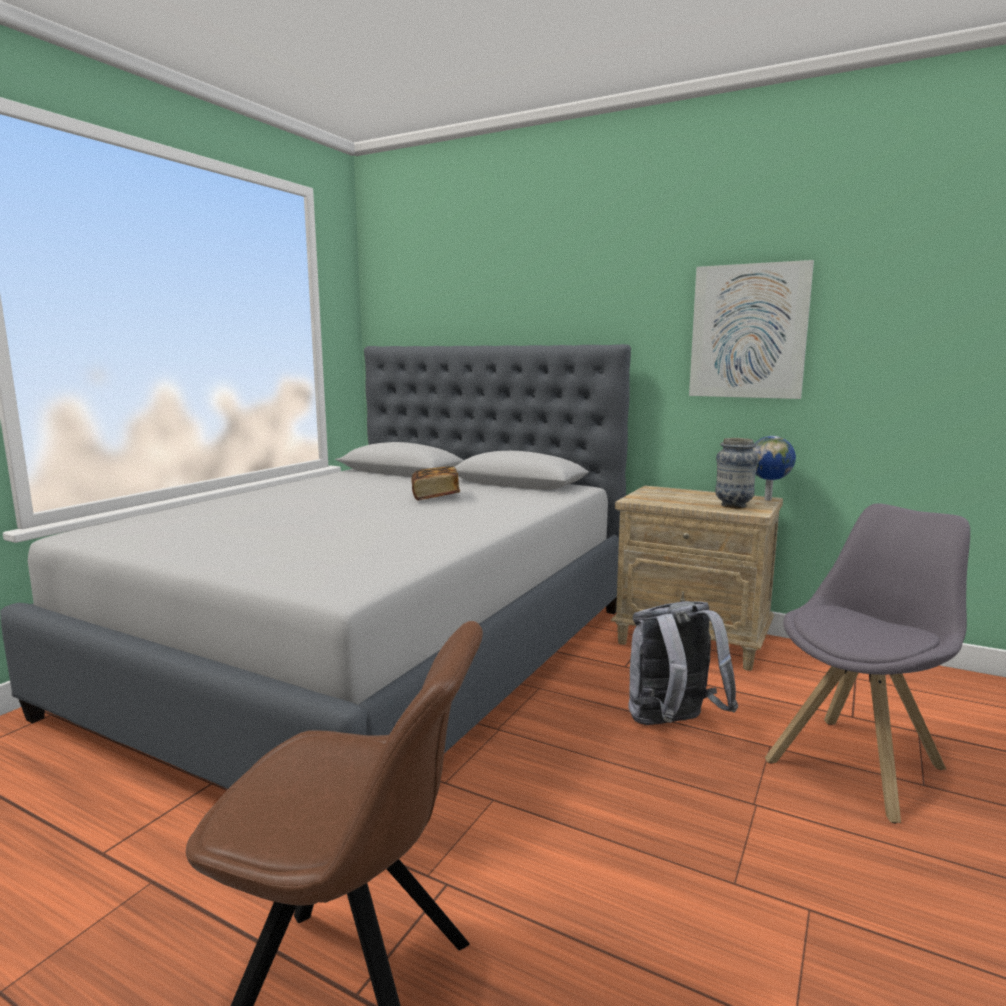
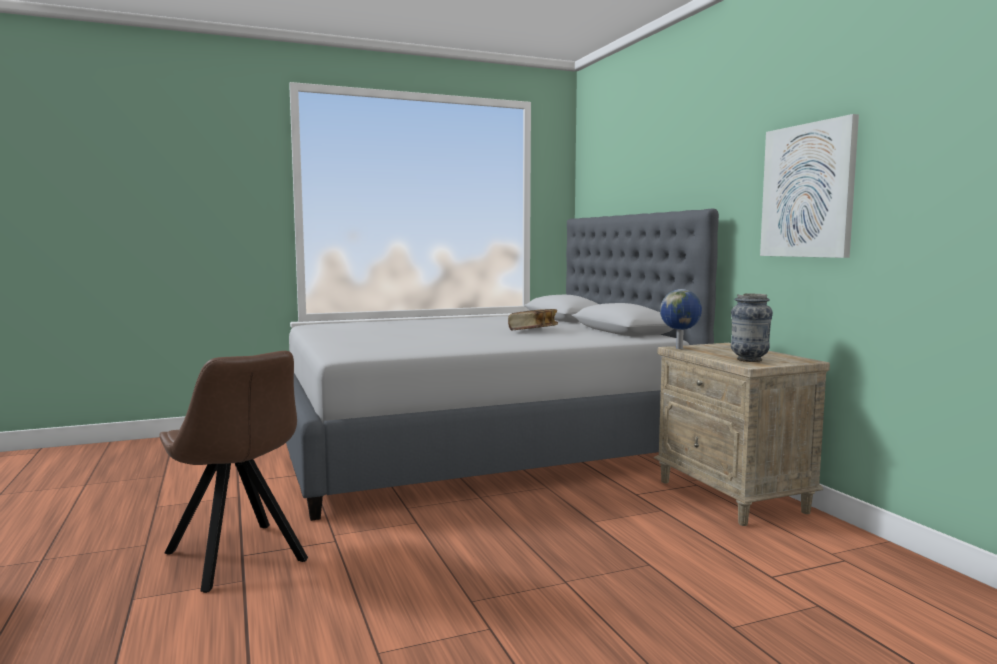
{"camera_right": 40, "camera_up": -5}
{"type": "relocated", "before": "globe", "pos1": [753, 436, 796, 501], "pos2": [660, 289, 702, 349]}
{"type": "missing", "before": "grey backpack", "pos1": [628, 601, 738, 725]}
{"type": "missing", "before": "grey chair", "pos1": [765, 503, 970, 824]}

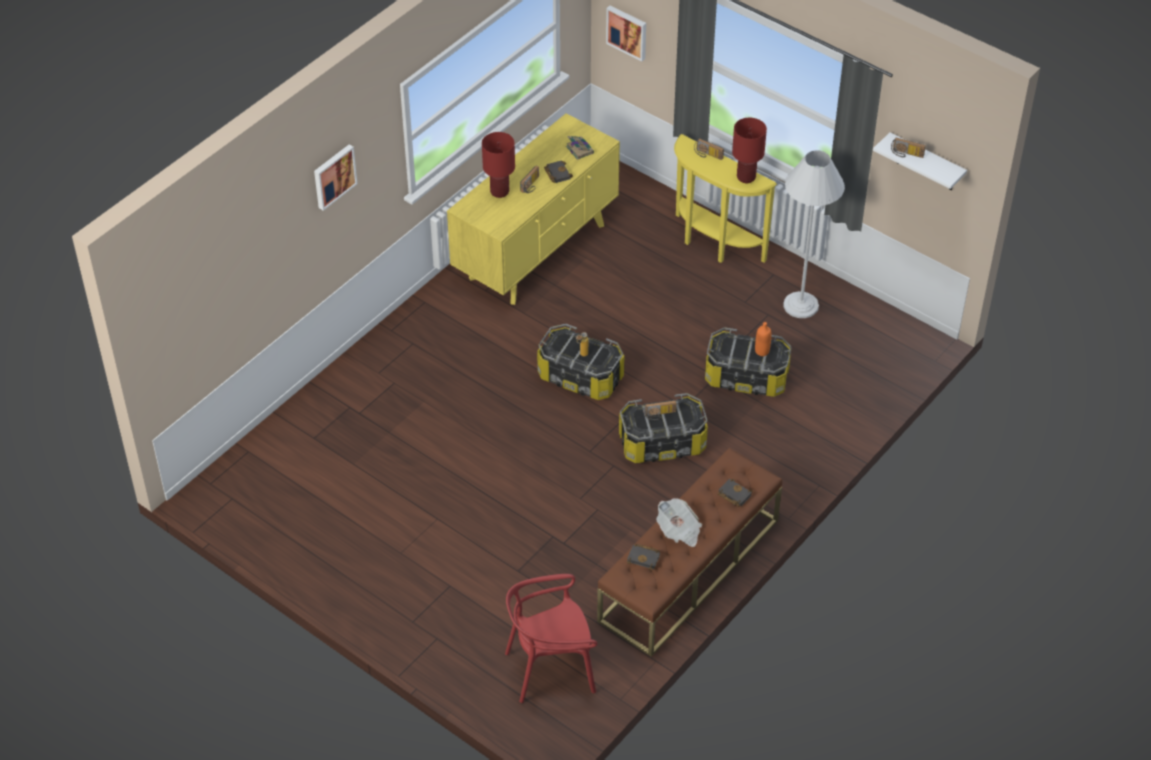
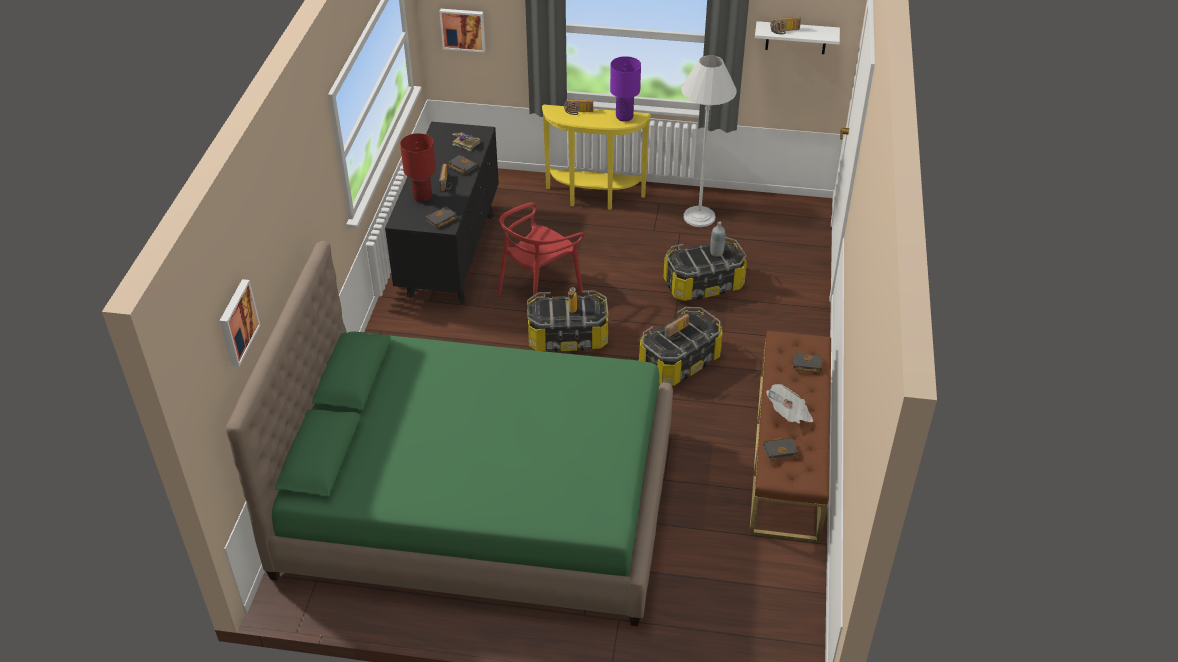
{"camera_right": -30, "camera_up": -5}
{"type": "relocated", "before": "picture", "pos1": [314, 145, 357, 211], "pos2": [220, 279, 260, 367]}
{"type": "appeared", "after": "green bed", "pos2": [225, 241, 673, 626]}
{"type": "colour", "before": "yellow dresser", "after": "black dresser", "pos1": [447, 113, 620, 305], "pos2": [385, 122, 499, 304]}
{"type": "appeared", "after": "black book", "pos2": [425, 206, 458, 228]}
{"type": "relocated", "before": "red chair", "pos1": [505, 574, 598, 703], "pos2": [497, 202, 585, 299]}
{"type": "colour", "before": "red table lamp", "after": "purple table lamp", "pos1": [732, 118, 767, 184], "pos2": [610, 56, 641, 122]}
{"type": "colour", "before": "orange bottle", "after": "grey bottle", "pos1": [755, 322, 771, 356], "pos2": [710, 221, 725, 257]}

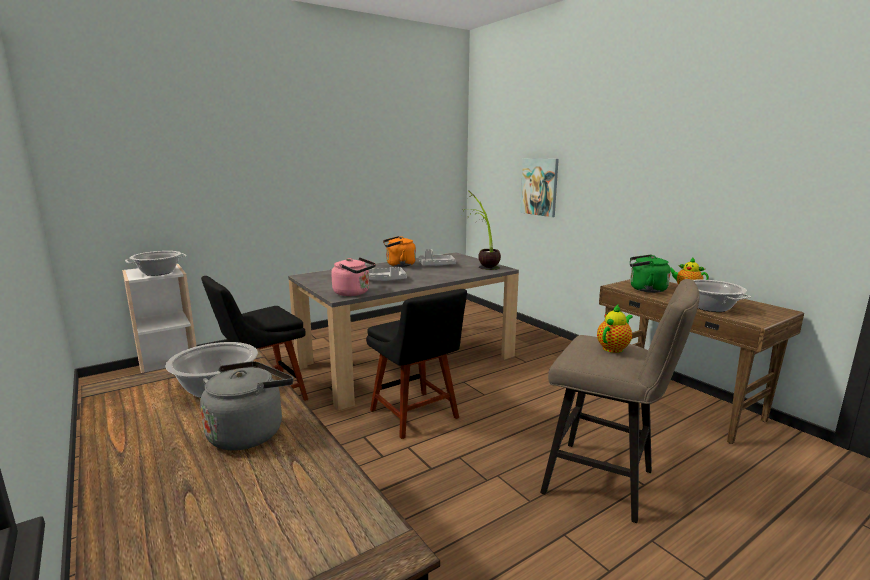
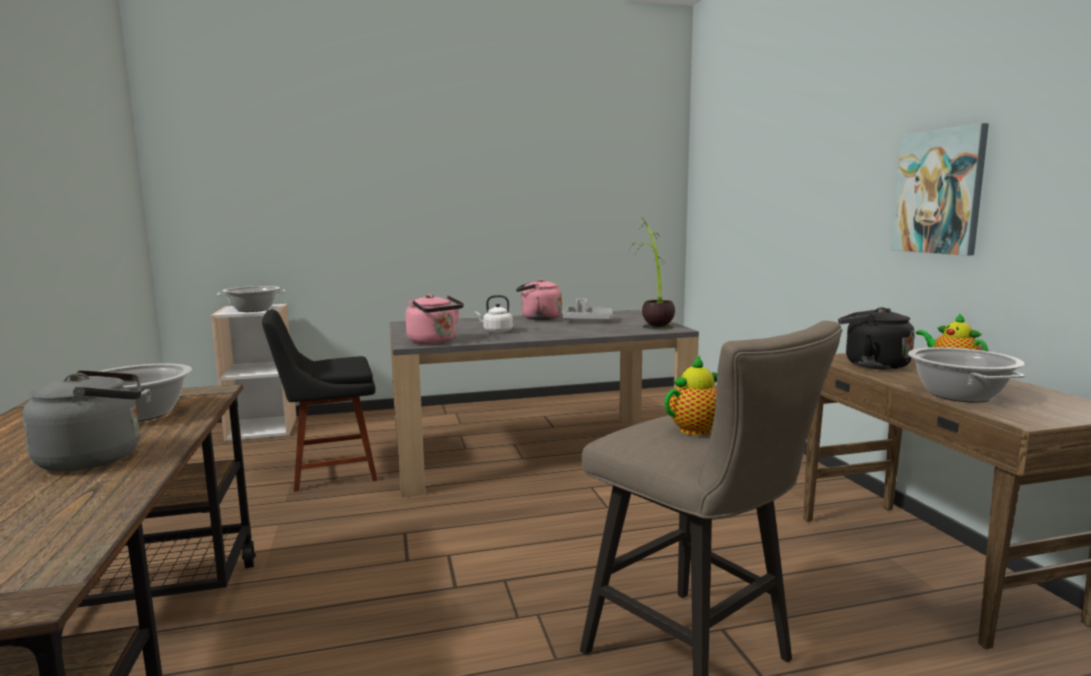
{"camera_right": 20, "camera_up": -5}
{"type": "exchanged", "before": "grey tray", "after": "white kettle", "pos1": [369, 267, 407, 281], "pos2": [475, 295, 513, 333]}
{"type": "colour", "before": "orange kettle", "after": "pink kettle", "pos1": [383, 236, 416, 267], "pos2": [516, 279, 562, 320]}
{"type": "colour", "before": "green kettle", "after": "black kettle", "pos1": [630, 255, 671, 293], "pos2": [838, 307, 915, 370]}
{"type": "relocated", "before": "picture", "pos1": [520, 158, 559, 217], "pos2": [891, 123, 989, 256]}
{"type": "missing", "before": "black chair", "pos1": [366, 289, 467, 439]}

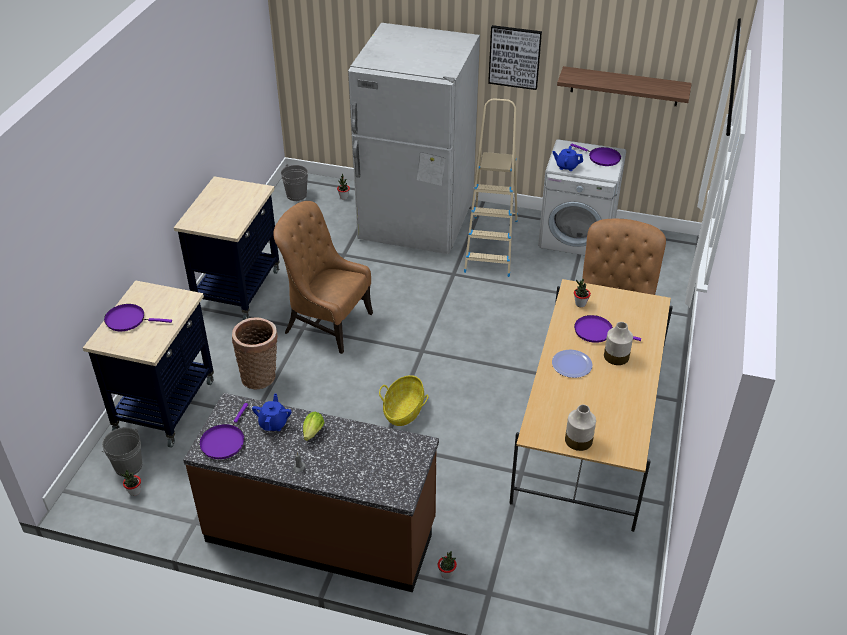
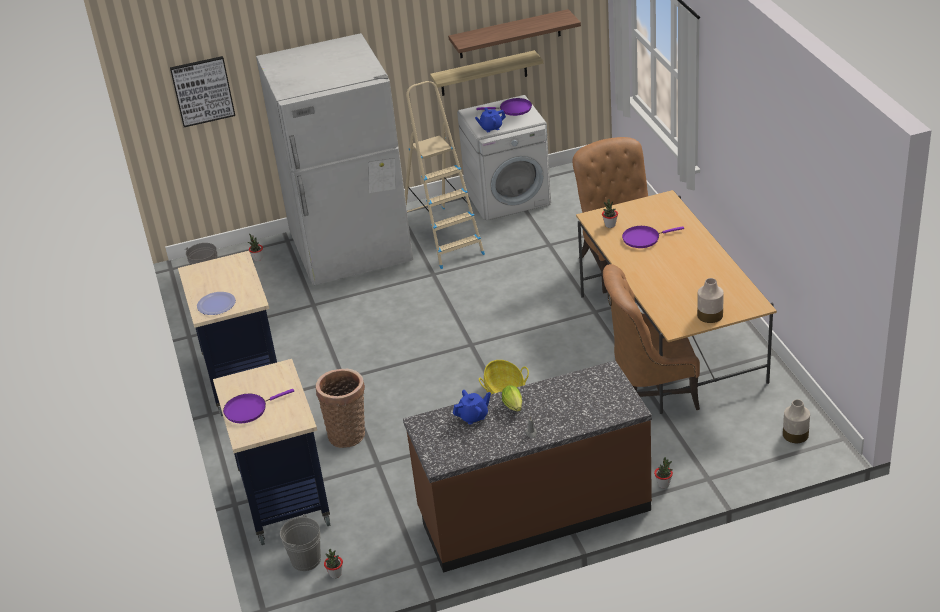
{"camera_right": -30, "camera_up": -5}
{"type": "relocated", "before": "picture", "pos1": [488, 25, 542, 90], "pos2": [170, 56, 235, 127]}
{"type": "relocated", "before": "plate", "pos1": [552, 350, 592, 378], "pos2": [197, 292, 236, 315]}
{"type": "appeared", "after": "shelf", "pos2": [430, 50, 543, 96]}
{"type": "spun", "before": "blue teapot", "pos1": [252, 394, 292, 431], "pos2": [453, 390, 491, 425], "turn": 90}
{"type": "relocated", "before": "brown chair", "pos1": [273, 201, 373, 354], "pos2": [603, 264, 700, 410]}
{"type": "relocated", "before": "beige vase", "pos1": [604, 322, 633, 365], "pos2": [783, 399, 810, 443]}
{"type": "missing", "before": "purple frying pan", "pos1": [199, 403, 248, 459]}

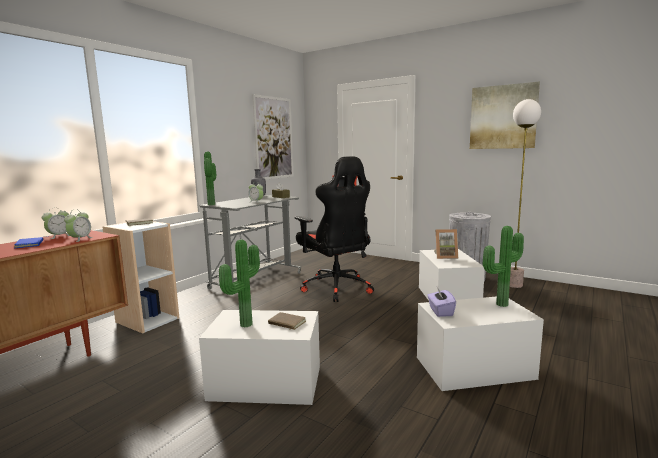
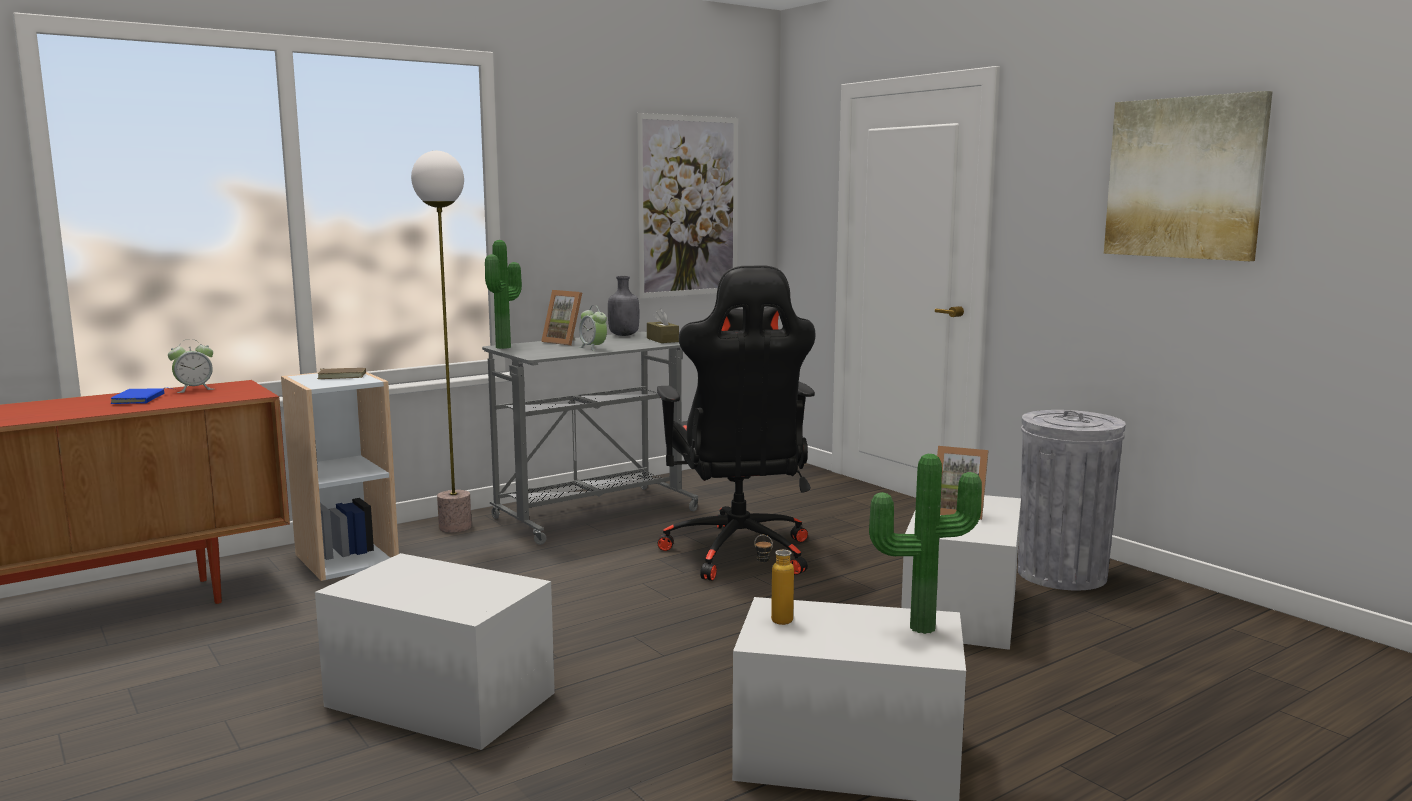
{"camera_right": 20, "camera_up": 0}
{"type": "relocated", "before": "floor lamp", "pos1": [510, 99, 541, 288], "pos2": [411, 151, 472, 532]}
{"type": "appeared", "after": "picture frame", "pos2": [541, 290, 582, 346]}
{"type": "exchanged", "before": "purple tissue box", "after": "bottle", "pos1": [427, 287, 456, 317], "pos2": [755, 535, 794, 625]}
{"type": "missing", "before": "alarm clock", "pos1": [64, 209, 93, 242]}
{"type": "missing", "before": "potted plant", "pos1": [219, 239, 260, 328]}
{"type": "missing", "before": "brown book", "pos1": [268, 312, 306, 330]}

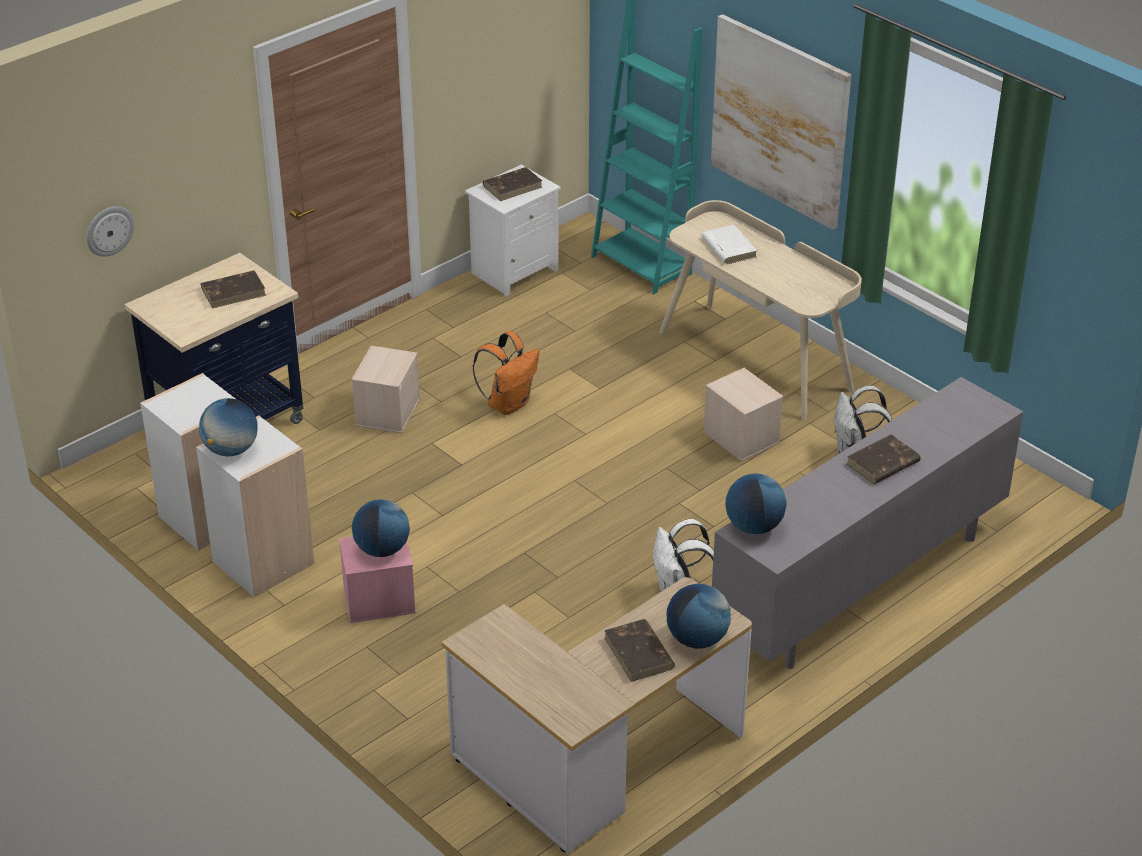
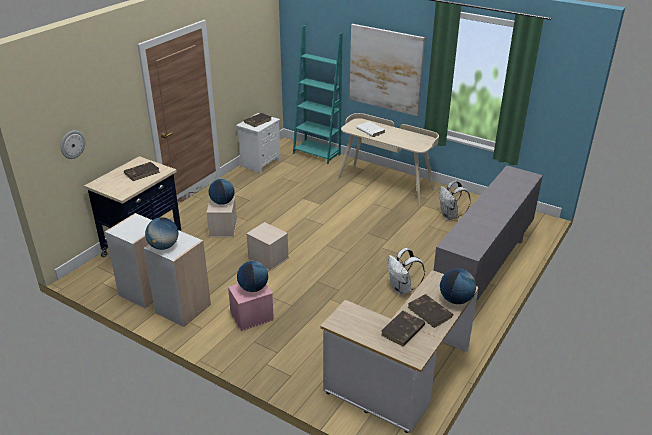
{"camera_right": -15, "camera_up": -5}
{"type": "relocated", "before": "globe", "pos1": [725, 473, 786, 534], "pos2": [208, 179, 235, 205]}
{"type": "relocated", "before": "beige storage box", "pos1": [703, 368, 783, 461], "pos2": [246, 222, 289, 271]}
{"type": "relocated", "before": "brown book", "pos1": [847, 434, 921, 484], "pos2": [381, 311, 425, 346]}
{"type": "missing", "before": "orange backpack", "pos1": [473, 331, 539, 415]}

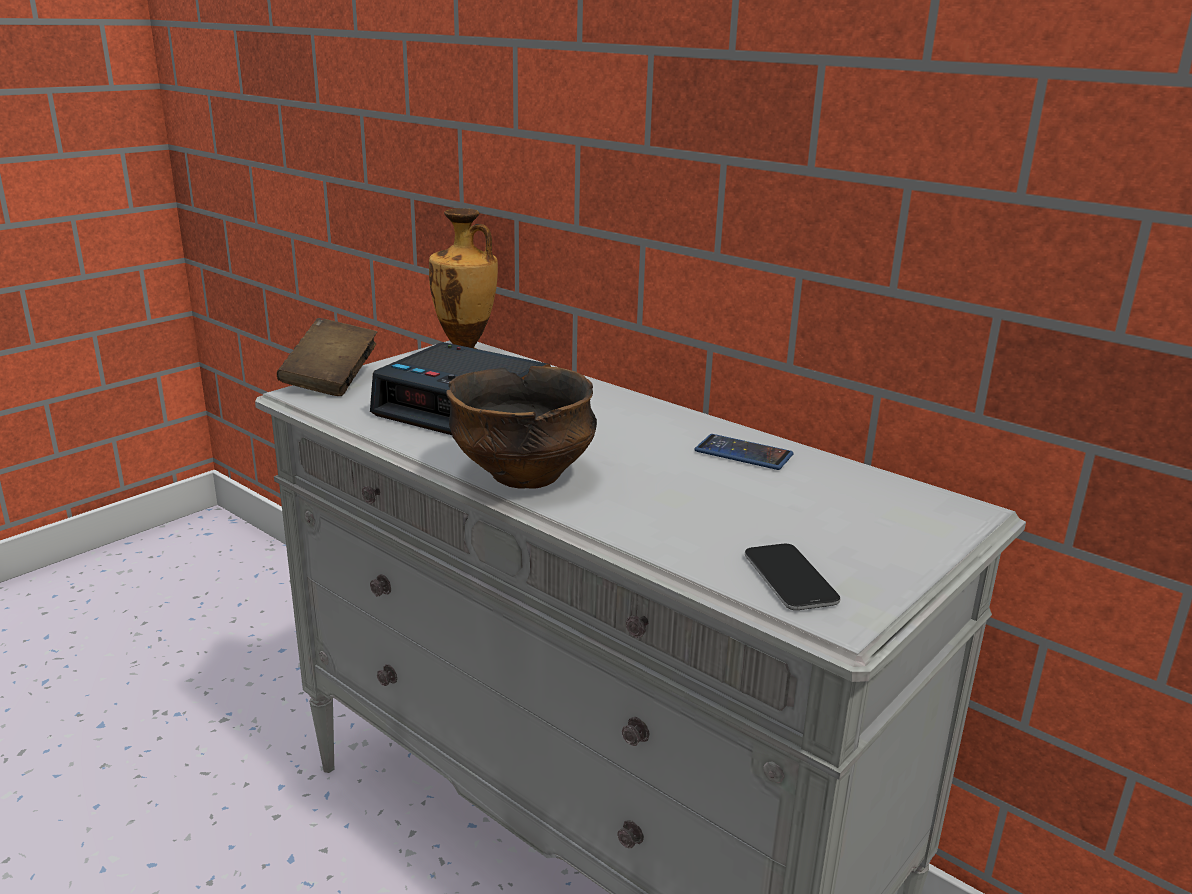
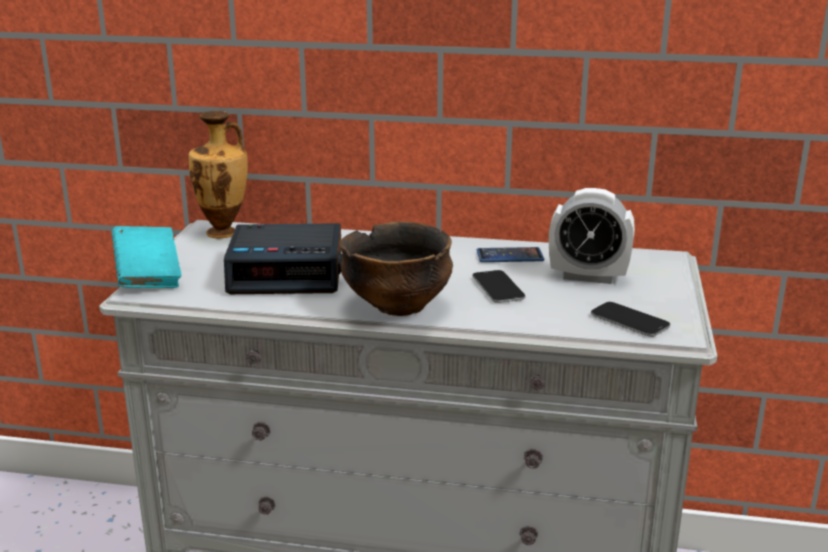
{"camera_right": -30, "camera_up": 0}
{"type": "colour", "before": "brown book", "after": "turquoise book", "pos1": [277, 318, 377, 396], "pos2": [112, 226, 181, 288]}
{"type": "appeared", "after": "phone", "pos2": [472, 270, 525, 303]}
{"type": "appeared", "after": "alarm clock", "pos2": [549, 188, 635, 284]}

